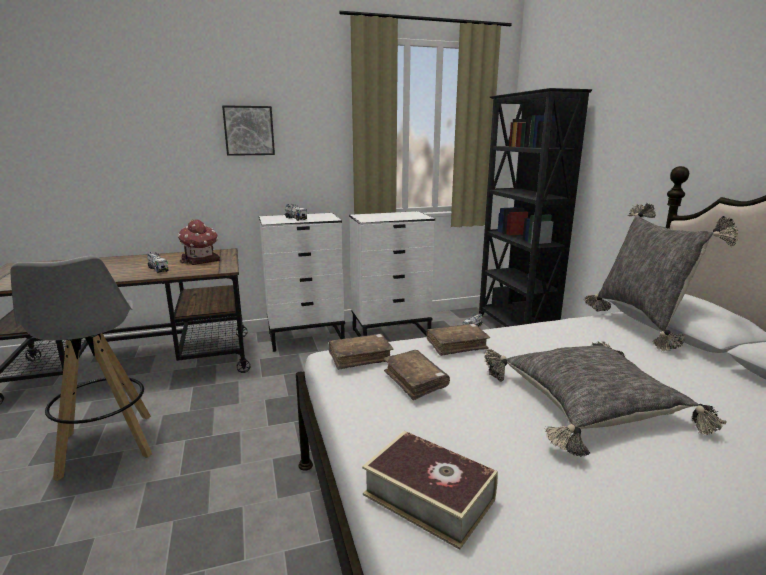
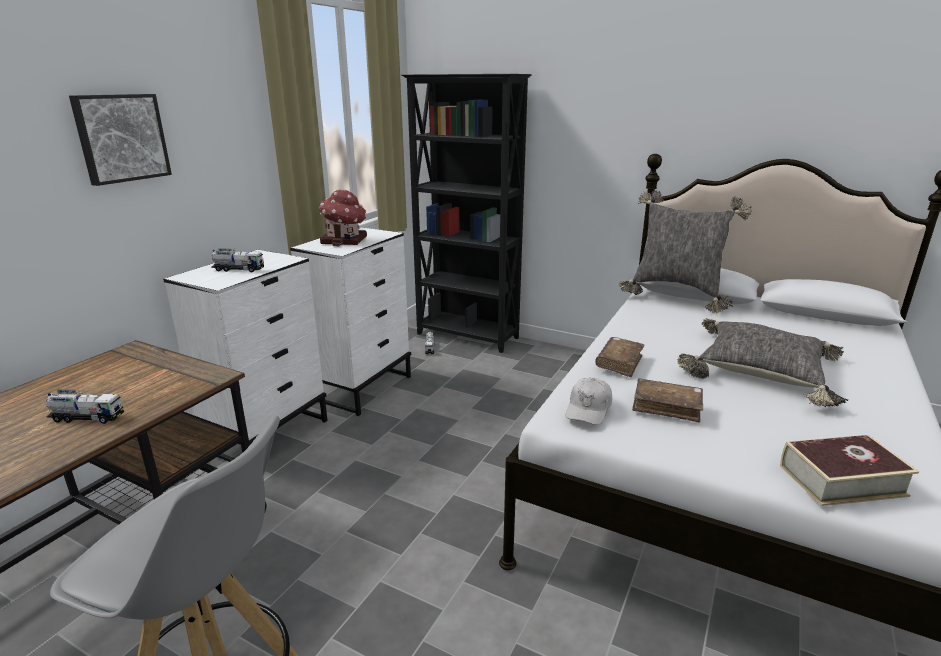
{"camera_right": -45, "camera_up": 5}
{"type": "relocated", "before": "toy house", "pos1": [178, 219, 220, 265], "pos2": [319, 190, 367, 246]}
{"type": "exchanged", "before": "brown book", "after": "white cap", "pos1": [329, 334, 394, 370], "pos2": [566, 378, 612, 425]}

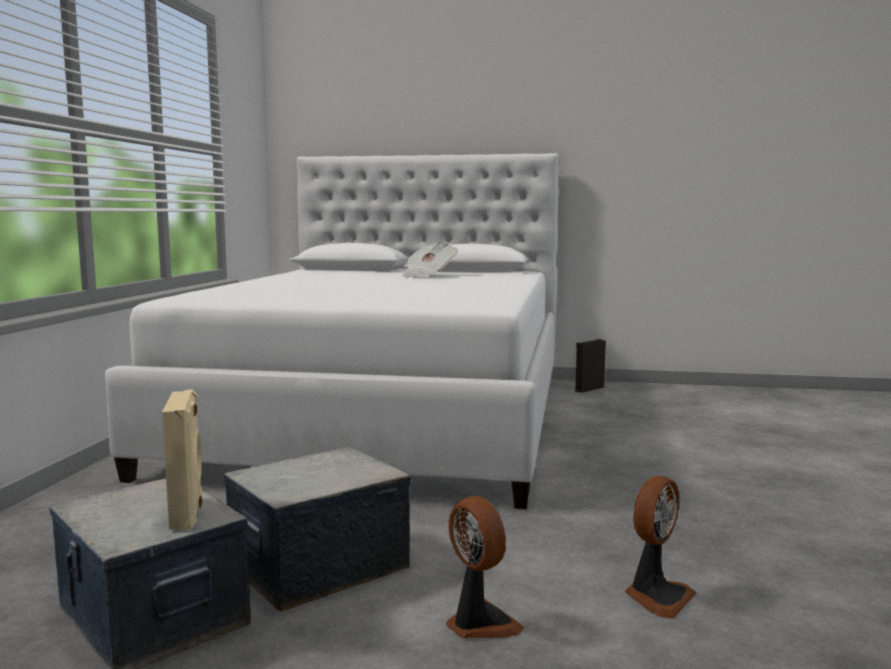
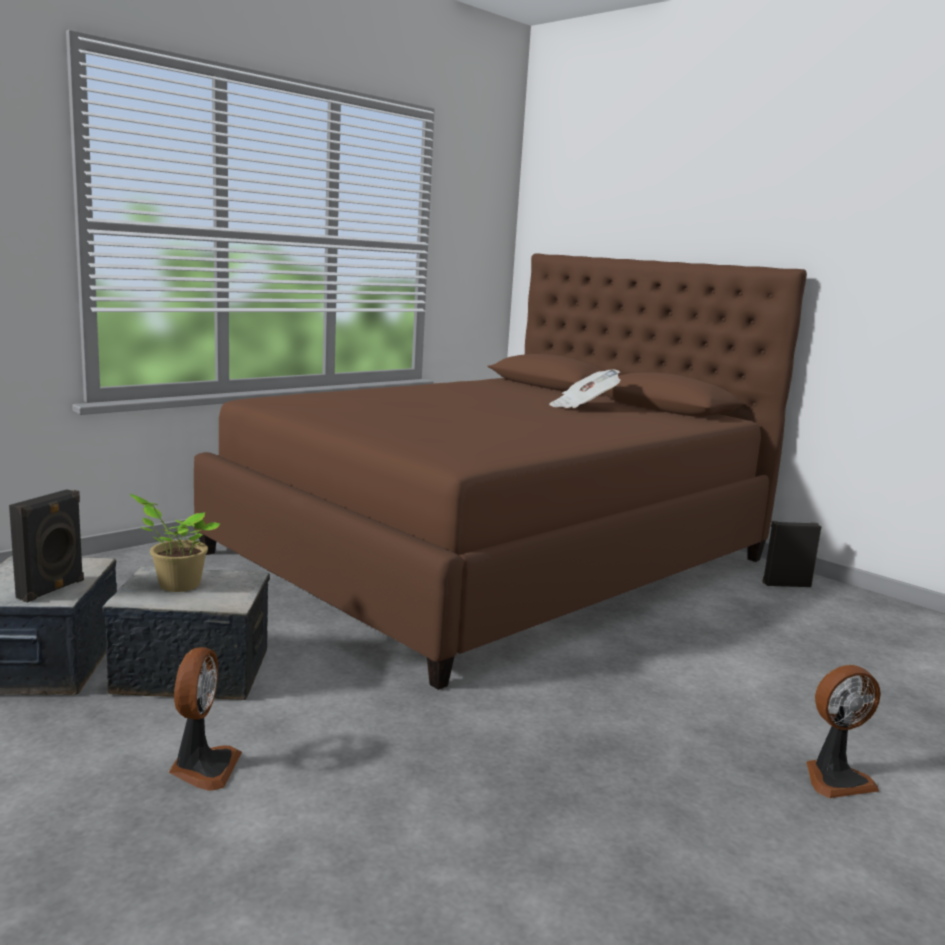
{"camera_right": 35, "camera_up": 5}
{"type": "colour", "before": "beige speaker", "after": "black speaker", "pos1": [162, 390, 203, 530], "pos2": [9, 489, 84, 603]}
{"type": "appeared", "after": "potted plant", "pos2": [130, 494, 221, 592]}
{"type": "colour", "before": "white bed", "after": "brown bed", "pos1": [105, 153, 559, 509], "pos2": [194, 254, 807, 690]}
{"type": "relocated", "before": "fan", "pos1": [625, 476, 697, 618], "pos2": [806, 665, 881, 798]}

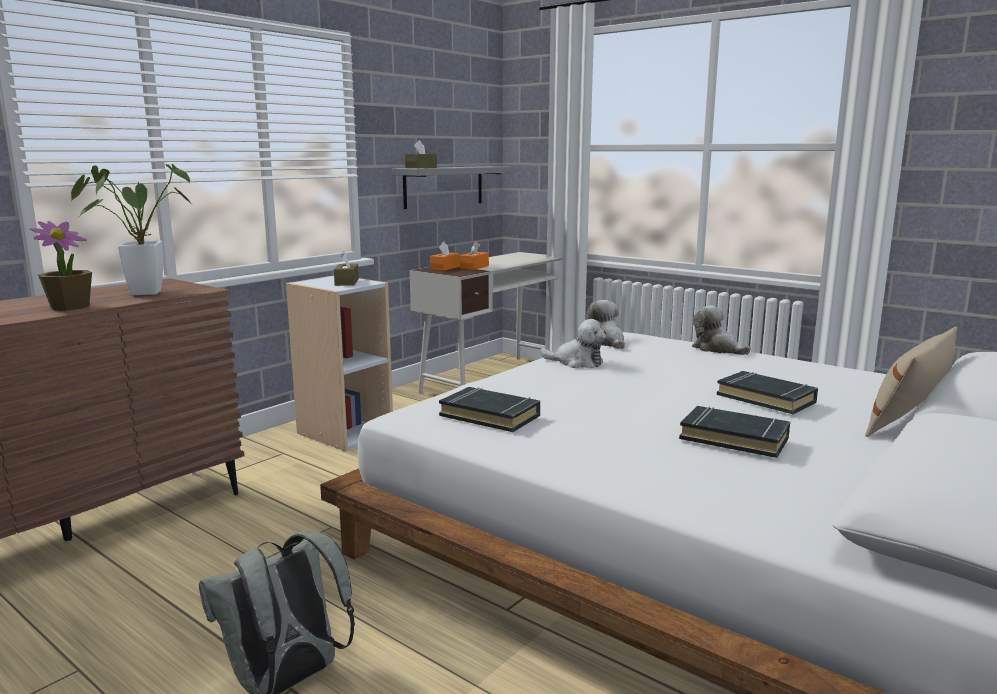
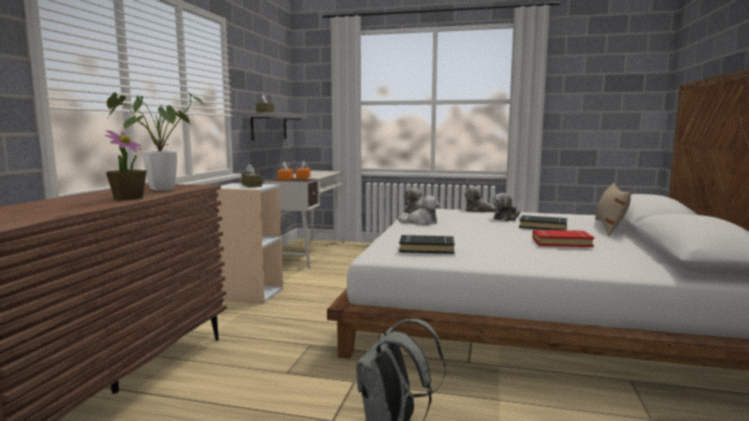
{"camera_right": -25, "camera_up": -5}
{"type": "appeared", "after": "plush toy", "pos2": [492, 193, 520, 221]}
{"type": "colour", "before": "black book", "after": "red book", "pos1": [679, 406, 790, 458], "pos2": [532, 229, 594, 247]}

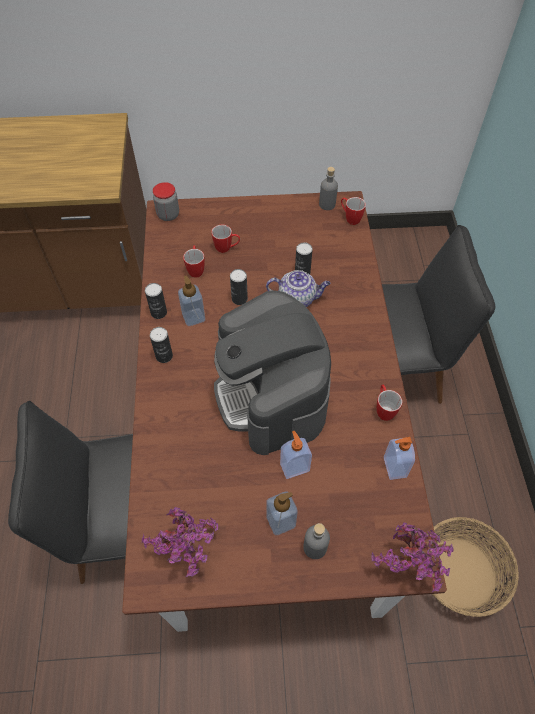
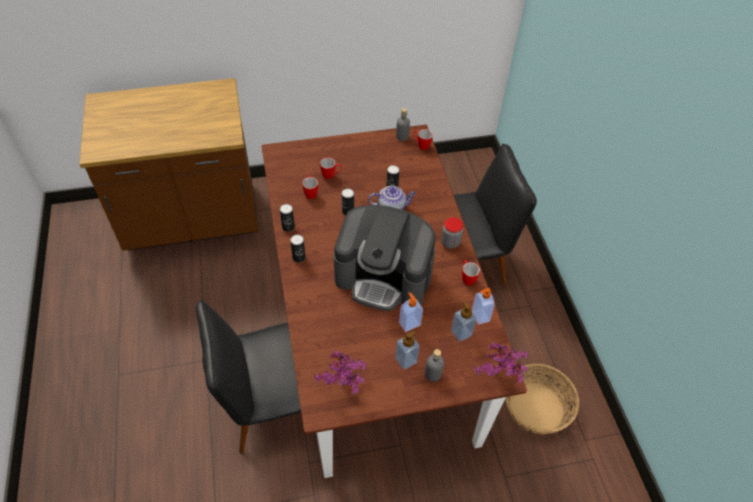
{"camera_right": -10, "camera_up": -5}
{"type": "spun", "before": "coffee machine", "pos1": [214, 290, 331, 455], "pos2": [333, 205, 436, 311], "turn": -45}
{"type": "relocated", "before": "jar", "pos1": [153, 182, 179, 221], "pos2": [441, 217, 463, 249]}
{"type": "relocated", "before": "soap dispenser", "pos1": [178, 275, 205, 326], "pos2": [451, 301, 477, 341]}

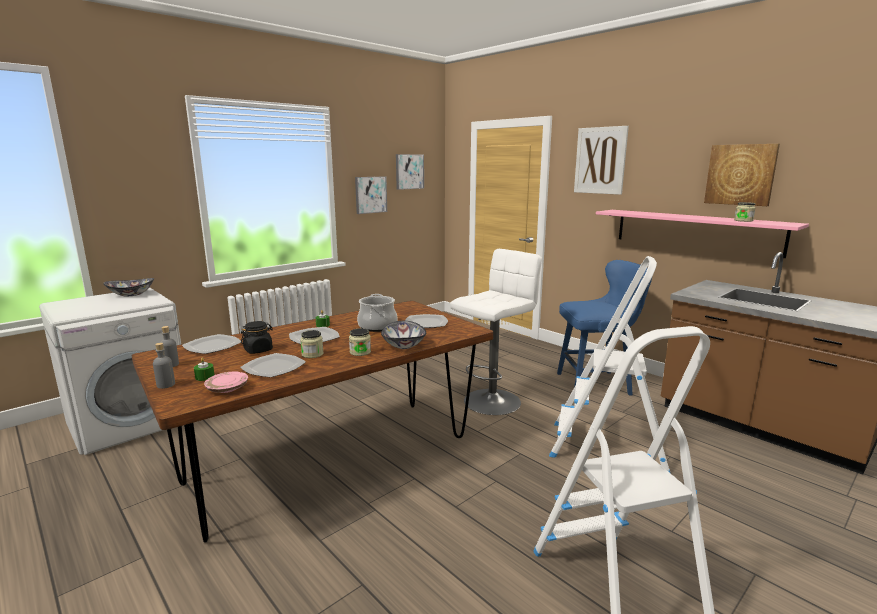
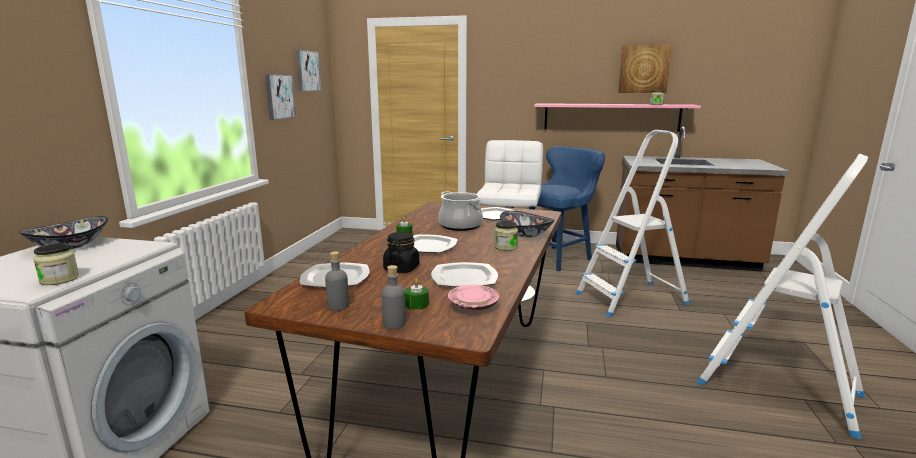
{"camera_right": -35, "camera_up": 0}
{"type": "relocated", "before": "jar", "pos1": [300, 330, 324, 358], "pos2": [33, 243, 79, 285]}
{"type": "missing", "before": "picture", "pos1": [574, 126, 629, 195]}

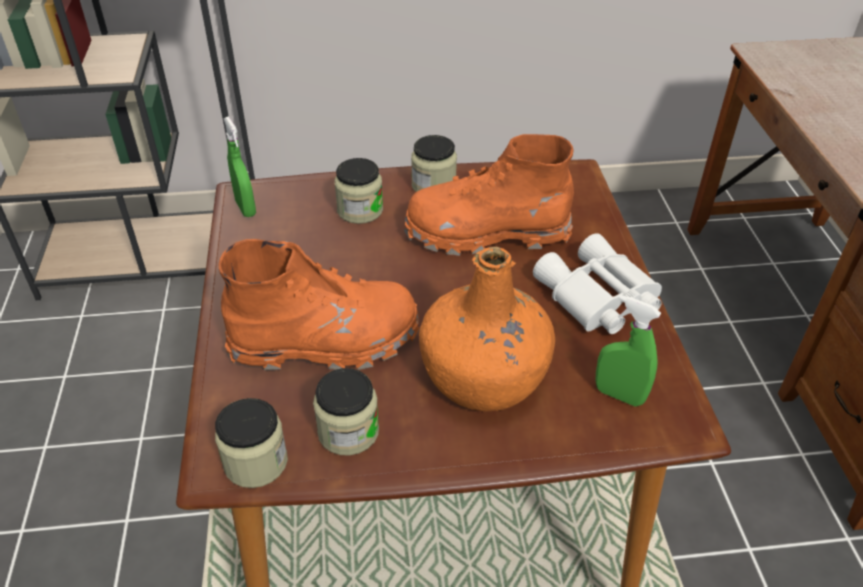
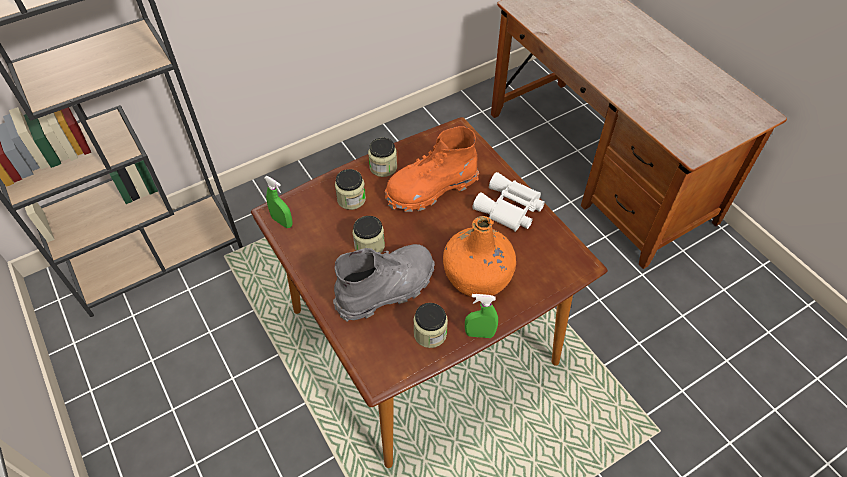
{"camera_right": -25, "camera_up": 10}
{"type": "colour", "before": "orange boot", "after": "grey boot", "pos1": [218, 239, 420, 370], "pos2": [333, 244, 435, 322]}
{"type": "relocated", "before": "jar", "pos1": [215, 398, 288, 488], "pos2": [353, 216, 385, 253]}
{"type": "relocated", "before": "green spray bottle", "pos1": [596, 295, 661, 407], "pos2": [465, 294, 498, 338]}

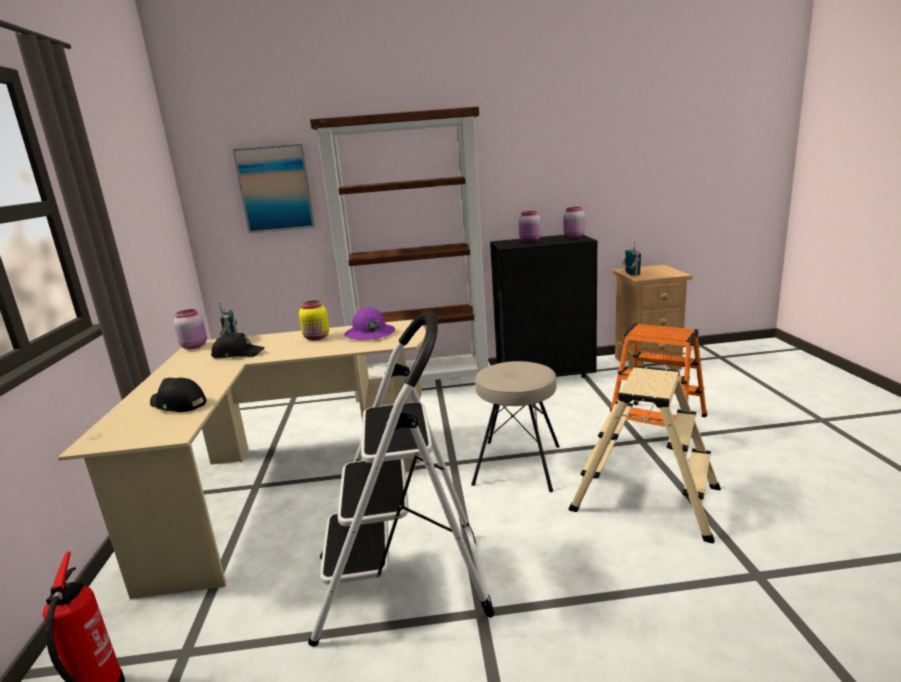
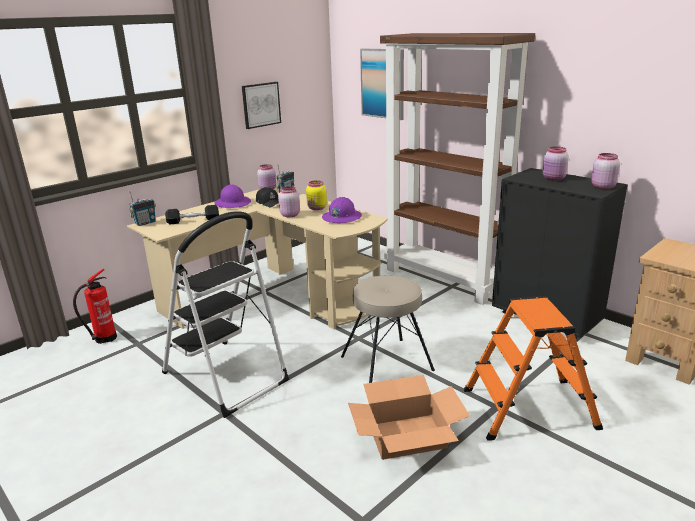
{"camera_right": 50, "camera_up": 5}
{"type": "relocated", "before": "radio", "pos1": [622, 240, 641, 276], "pos2": [129, 191, 156, 226]}
{"type": "exchanged", "before": "black cap", "after": "black dumbbell", "pos1": [150, 377, 206, 412], "pos2": [165, 205, 219, 224]}
{"type": "appeared", "after": "purple hard hat", "pos2": [214, 185, 251, 208]}
{"type": "appeared", "after": "picture", "pos2": [242, 82, 281, 129]}
{"type": "appeared", "after": "pink jar", "pos2": [278, 187, 300, 217]}
{"type": "exchanged", "before": "beige step ladder", "after": "cardboard box", "pos1": [568, 366, 721, 543], "pos2": [348, 375, 470, 460]}

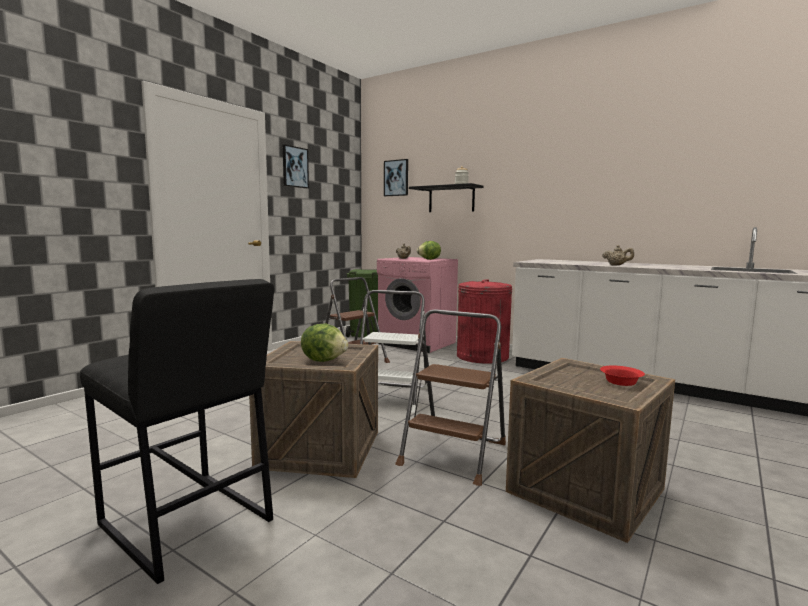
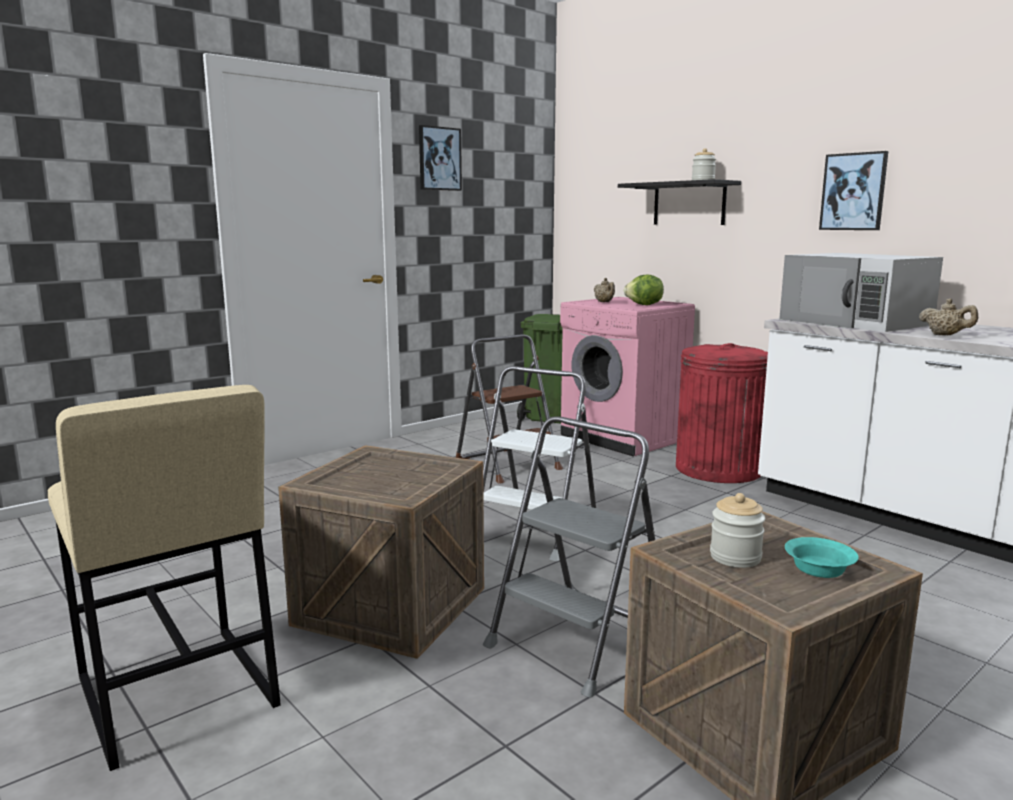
{"camera_right": 15, "camera_up": 5}
{"type": "colour", "before": "black chair", "after": "beige chair", "pos1": [80, 279, 274, 584], "pos2": [48, 385, 281, 771]}
{"type": "colour", "before": "brown step ladder", "after": "grey step ladder", "pos1": [395, 310, 506, 486], "pos2": [483, 416, 655, 698]}
{"type": "appeared", "after": "jar", "pos2": [710, 493, 765, 568]}
{"type": "appeared", "after": "white microwave", "pos2": [779, 253, 943, 332]}
{"type": "colour", "before": "red bowl", "after": "turquoise bowl", "pos1": [600, 366, 645, 386], "pos2": [785, 537, 859, 578]}
{"type": "relocated", "before": "picture", "pos1": [384, 159, 408, 196], "pos2": [819, 151, 888, 230]}
{"type": "missing", "before": "lettuce", "pos1": [301, 324, 348, 362]}

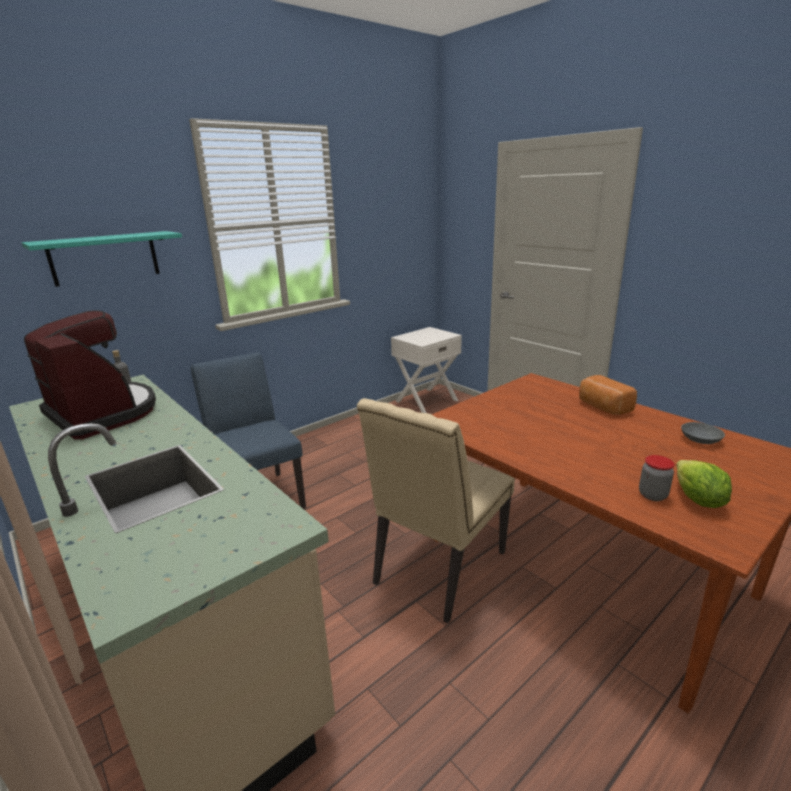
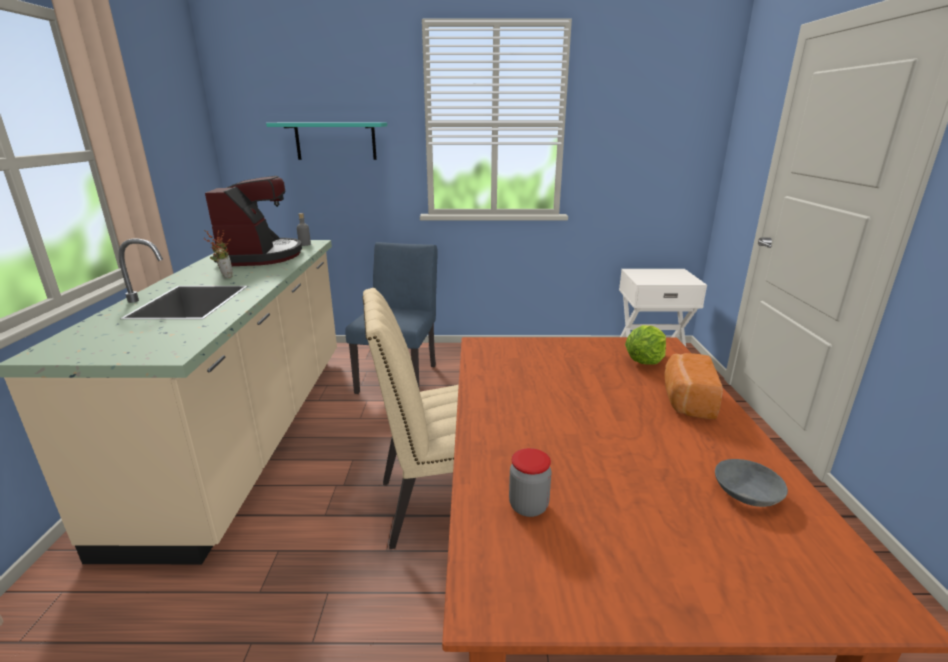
{"camera_right": 40, "camera_up": 0}
{"type": "appeared", "after": "potted plant", "pos2": [203, 230, 233, 278]}
{"type": "relocated", "before": "lettuce", "pos1": [676, 460, 732, 508], "pos2": [625, 325, 666, 365]}

